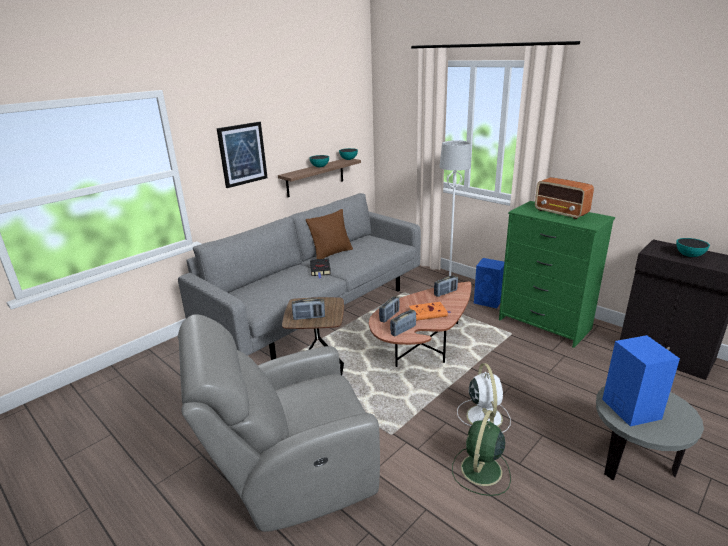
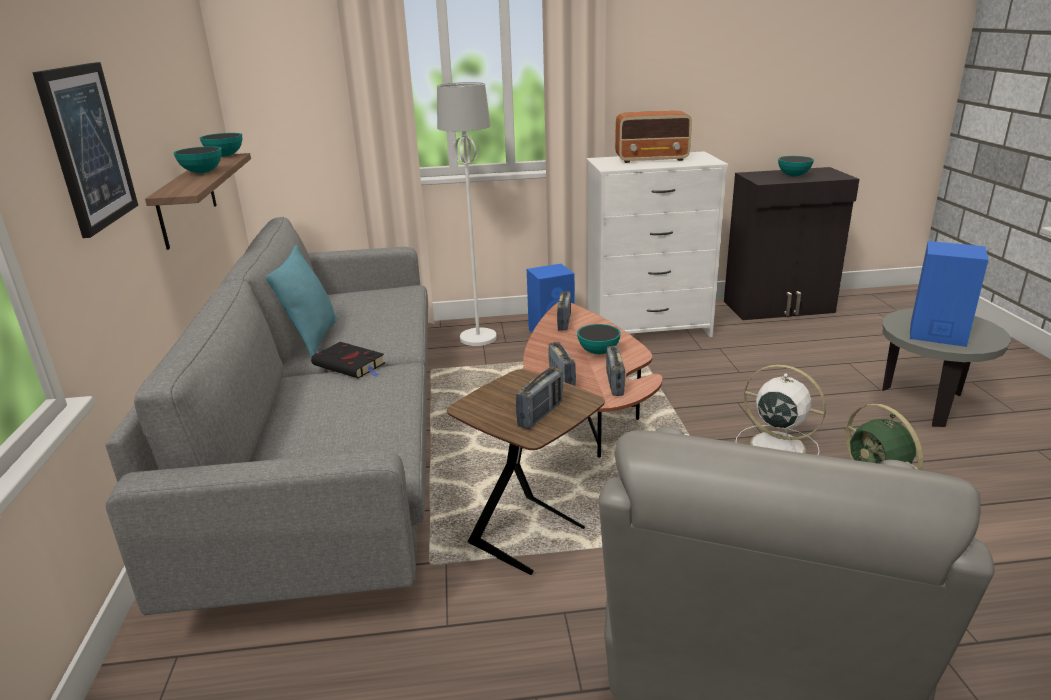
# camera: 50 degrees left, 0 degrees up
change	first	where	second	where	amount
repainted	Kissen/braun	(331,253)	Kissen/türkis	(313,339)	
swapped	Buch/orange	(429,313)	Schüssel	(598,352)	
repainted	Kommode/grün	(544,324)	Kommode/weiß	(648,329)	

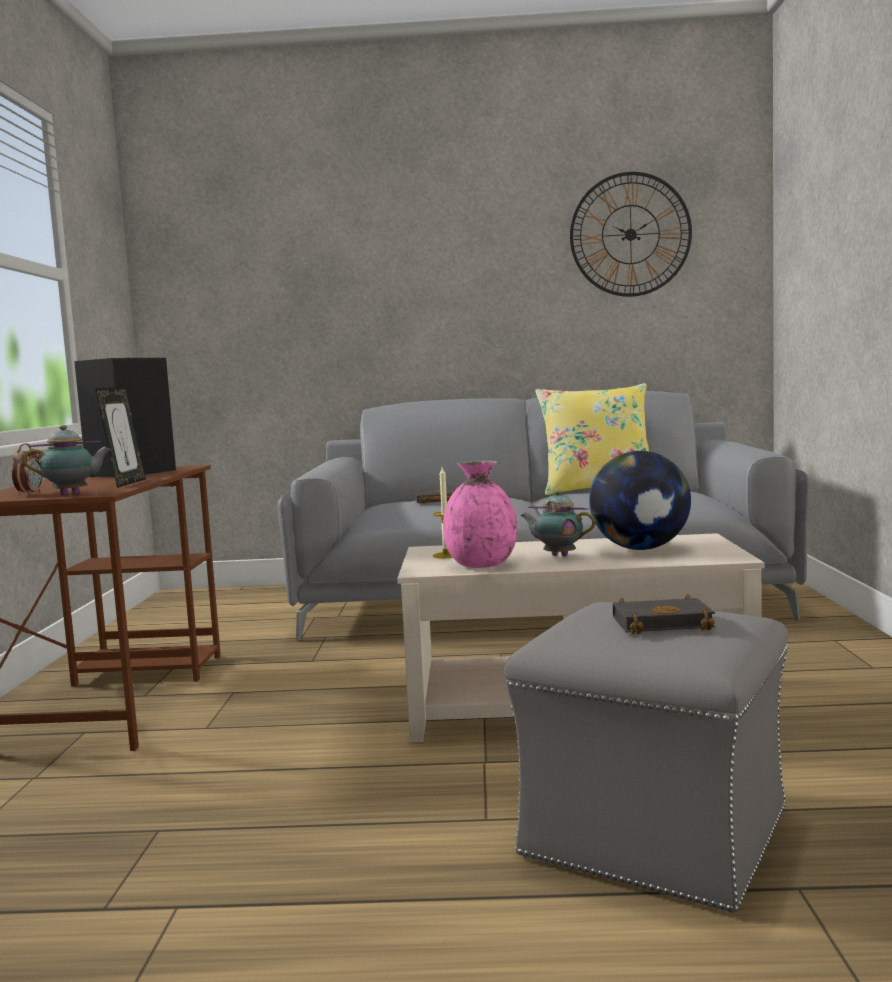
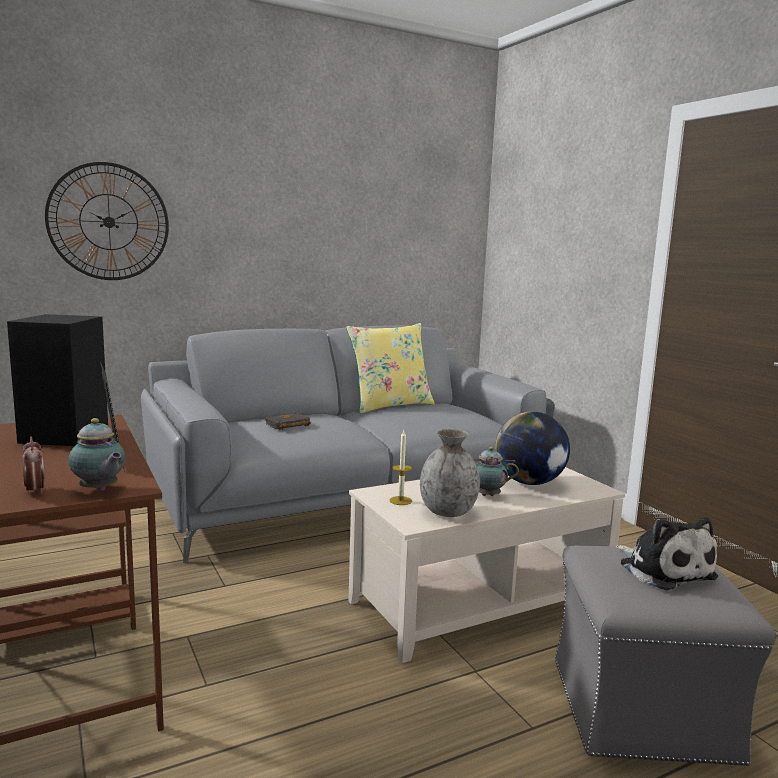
# camera: 30 degrees left, 5 degrees up
change	first	where	second	where	amount
rotated	Teekanne	(73,494)		(99,490)	90 degrees clockwise
repainted	Vase/rosa	(482,565)	Vase/grau	(448,512)	
shifted	Wanduhr	(630,234)		(109,222)	
swapped	Buch/schwarz	(663,622)	Plüschtier	(663,569)	

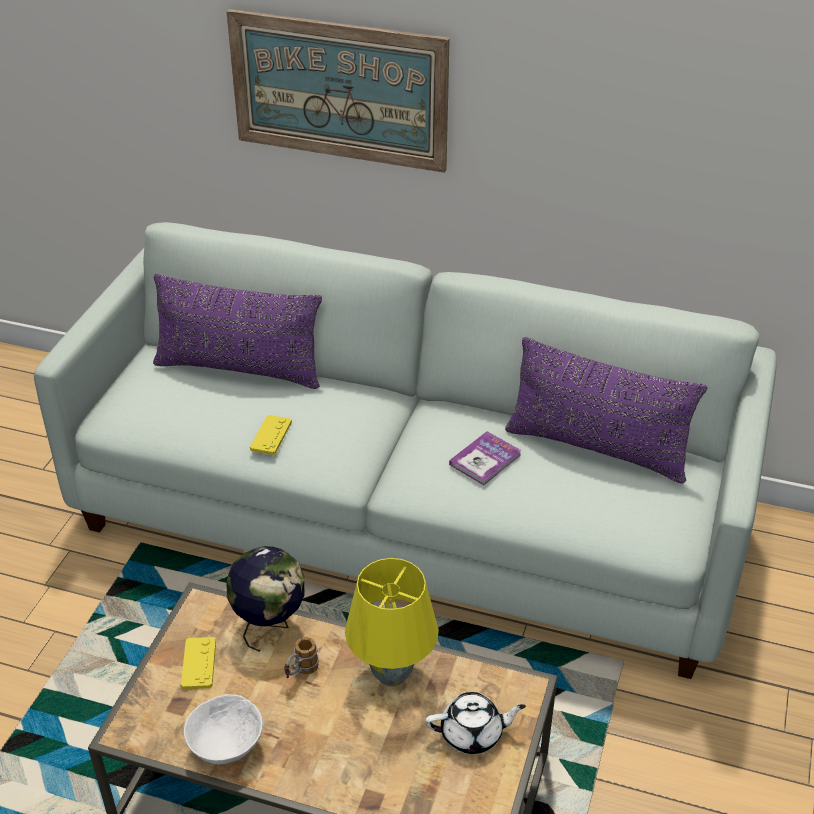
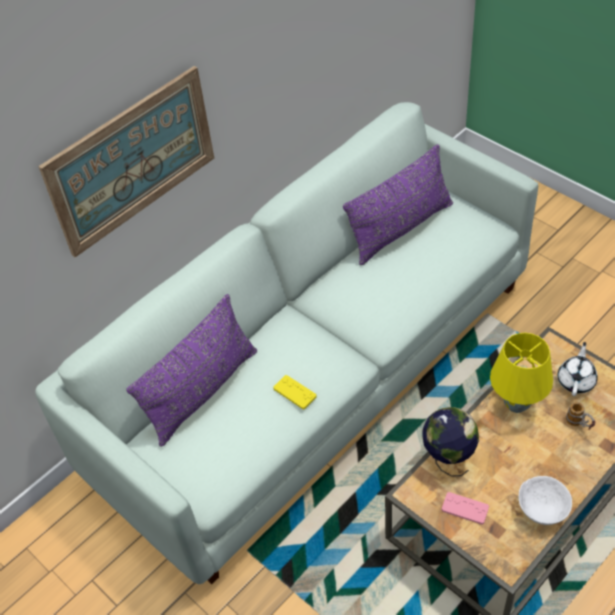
# camera: 60 degrees left, 10 degrees up
change	first	where	second	where	amount
repainted	Gamepad/gelb	(199,664)	Gamepad/rosa	(465,508)	
shifted	Henkelbecher	(300,673)		(579,425)	
gone	Buch	(485,459)			

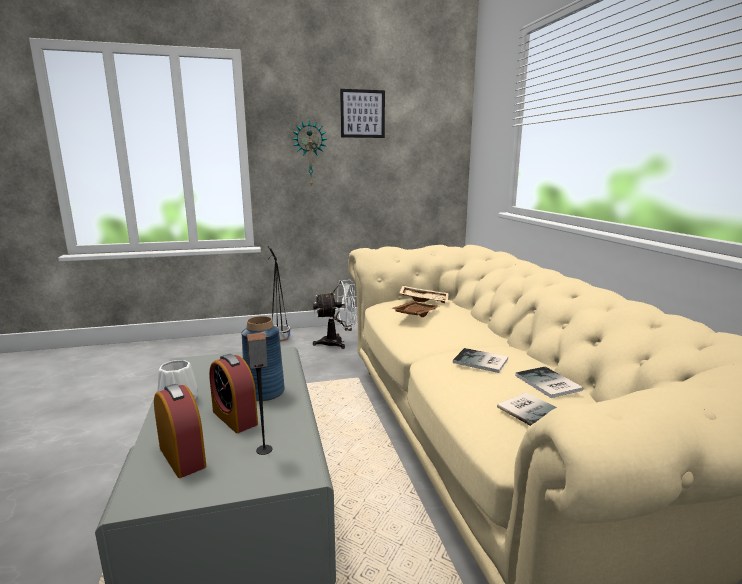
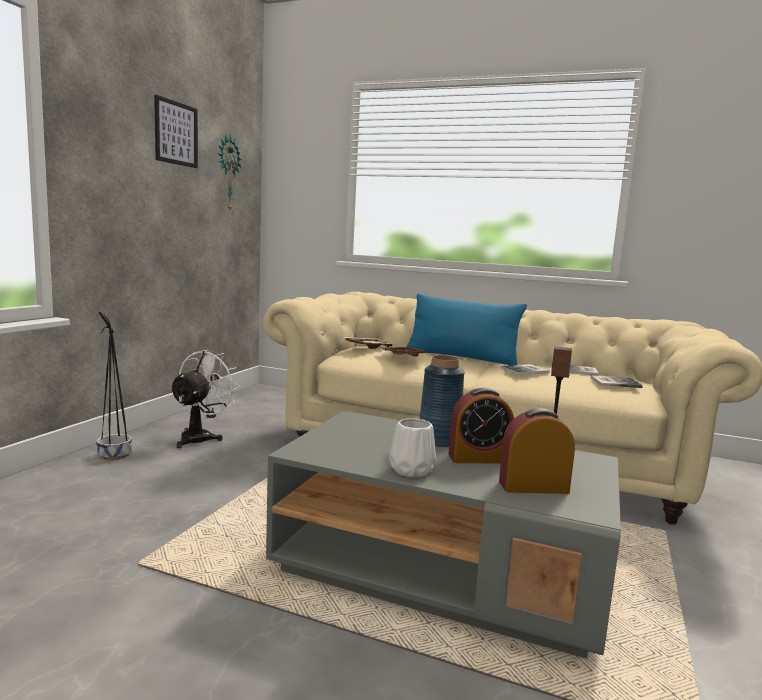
# camera: 55 degrees left, 5 degrees down
change	first	where	second	where	amount
shifted	Wanduhr	(310,154)		(227,173)	
new			Kissen/blau	(461,357)	

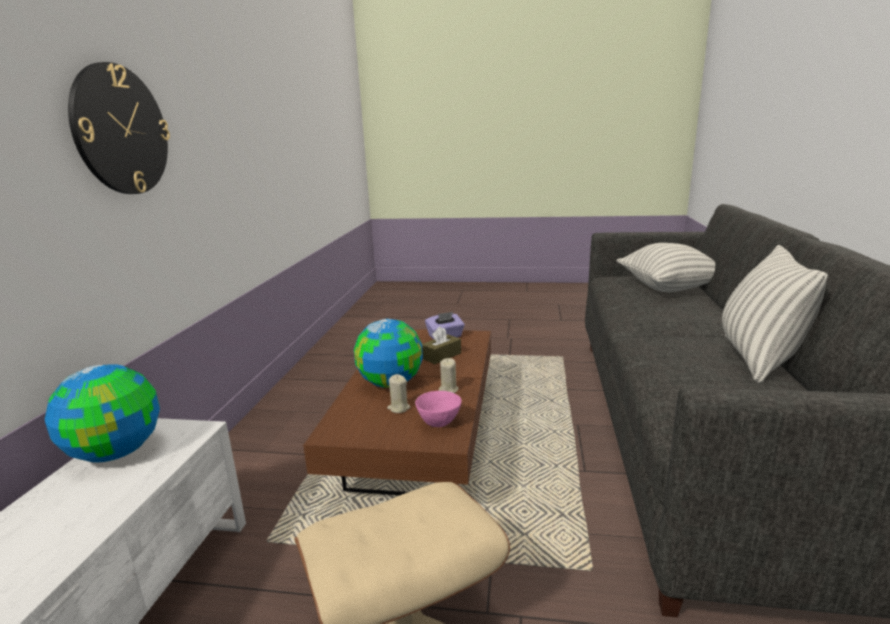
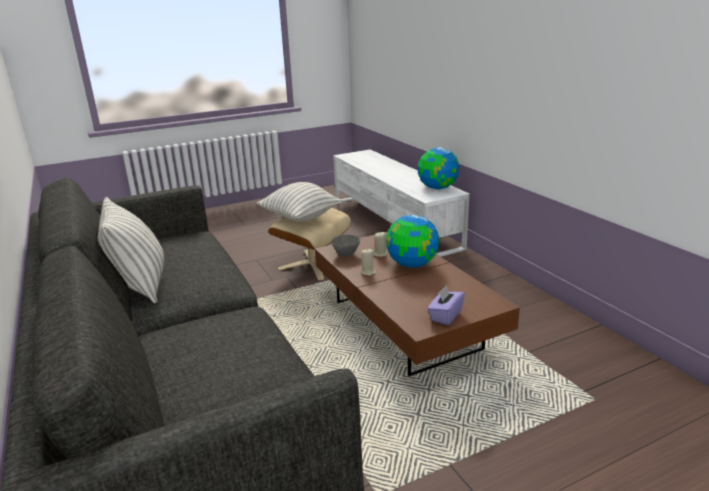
# camera: 145 degrees right, 5 degrees up
change	first	where	second	where	amount
gone	Wanduhr	(120,130)			
repainted	Schüssel/rosa	(439,423)	Schüssel/grau	(346,255)	
gone	Taschentuchbox/braun	(441,356)			
shifted	Kissen	(668,288)		(300,218)	

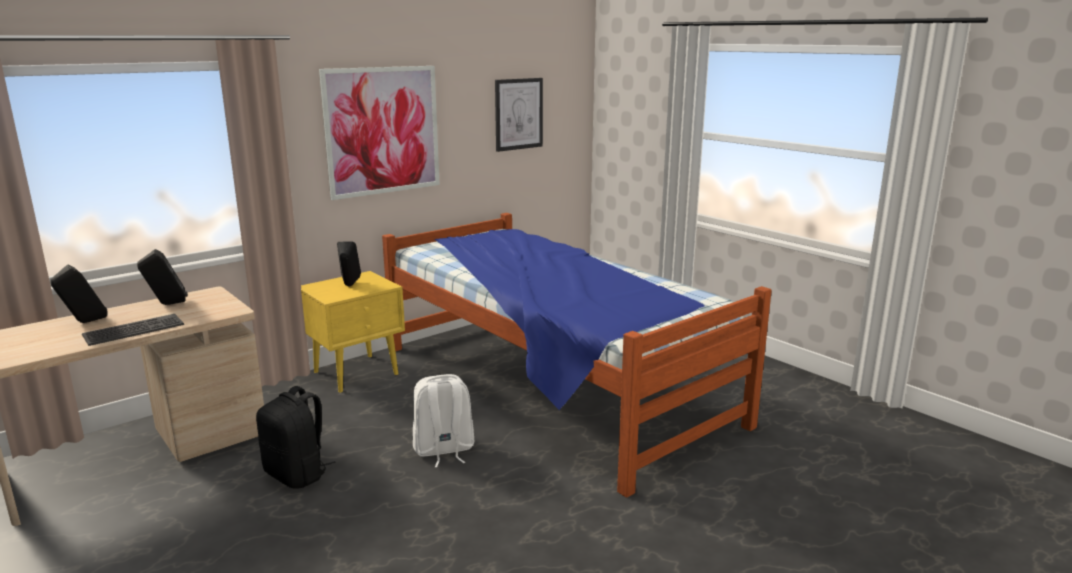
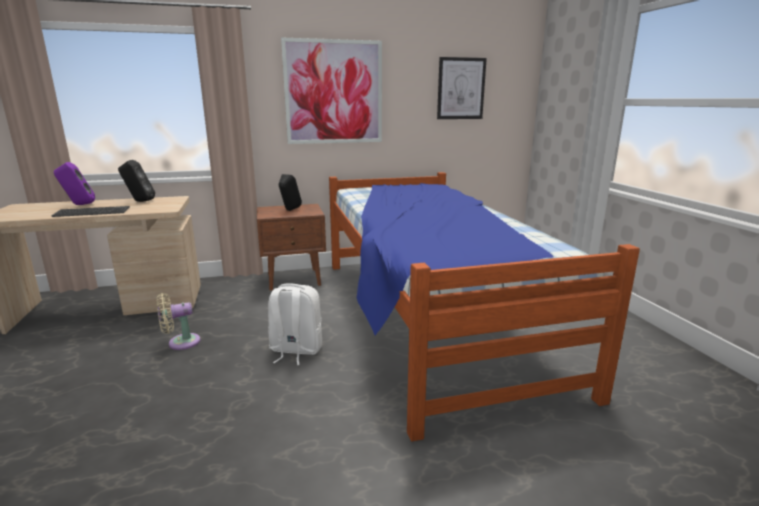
# camera: 25 degrees right, 0 degrees up
change	first	where	second	where	amount
repainted	Lautsprecher/schwarz	(84,322)	Lautsprecher/lila	(78,205)	
swapped	Rucksack/schwarz	(297,474)	Ventilator/beige	(180,343)	
repainted	Nachttisch/gelb	(357,372)	Nachttisch/braun	(295,279)	

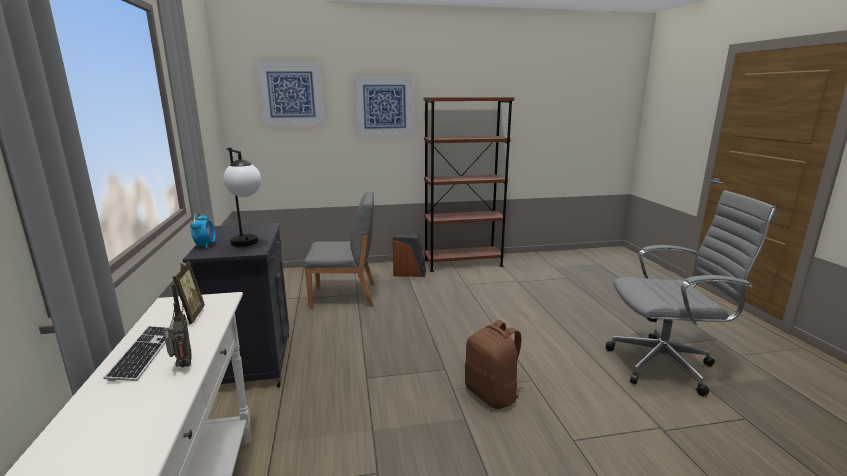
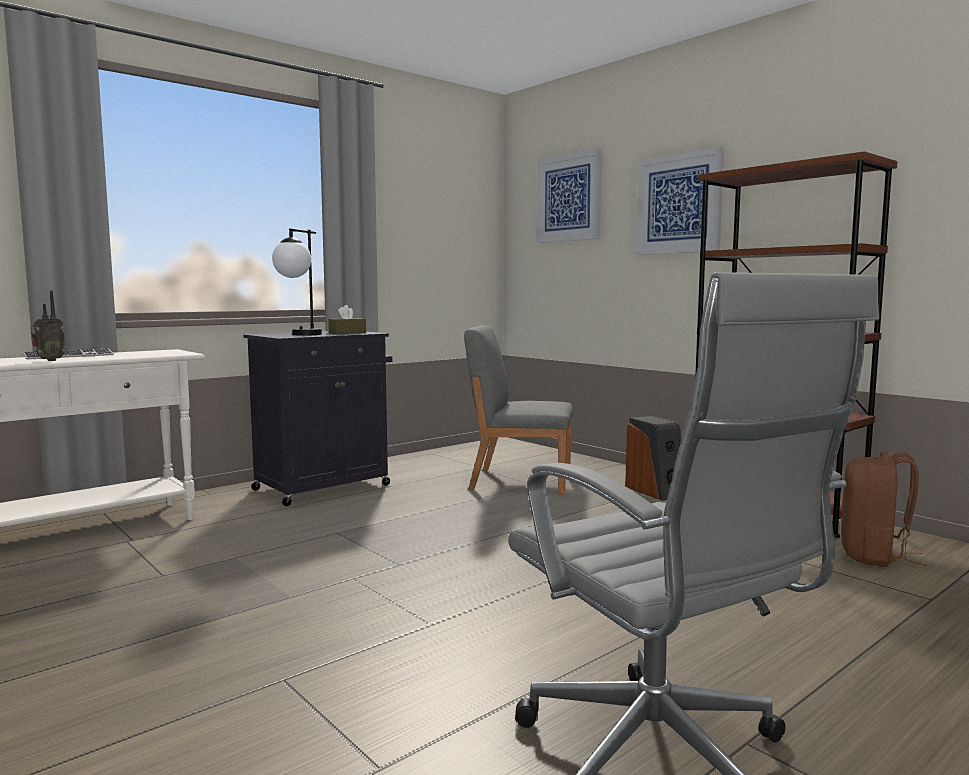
# camera: 60 degrees right, 10 degrees down
change	first	where	second	where	amount
gone	Bilderrahmen	(188,317)			
gone	Wecker	(205,245)			
rotated	Stuhl/grau	(344,295)		(519,481)	135 degrees clockwise
shifted	Rucksack/braun	(492,394)		(874,556)	
new			Taschentuchbox/braun	(347,333)	

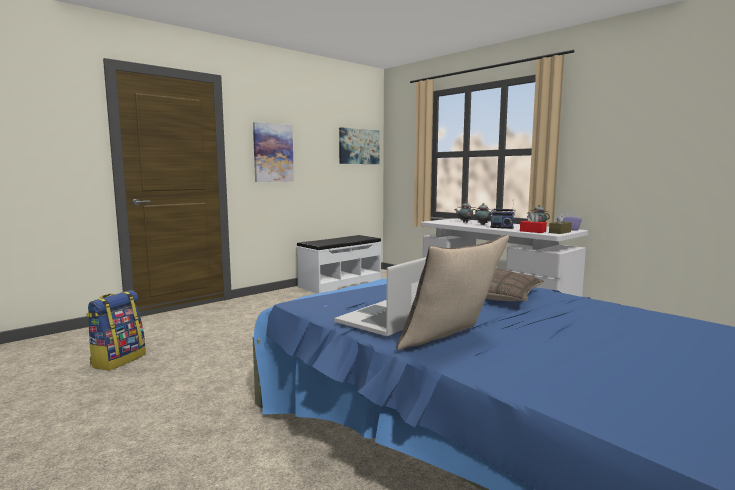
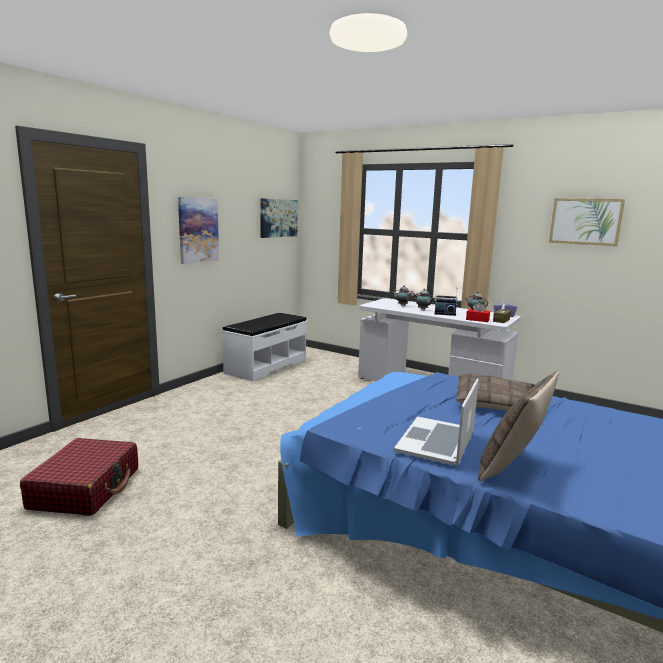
# camera: 15 degrees left, 5 degrees up
change	first	where	second	where	amount
swapped	Rucksack	(118,360)	Koffer/rot	(86,488)	
new			Bild	(585,221)	

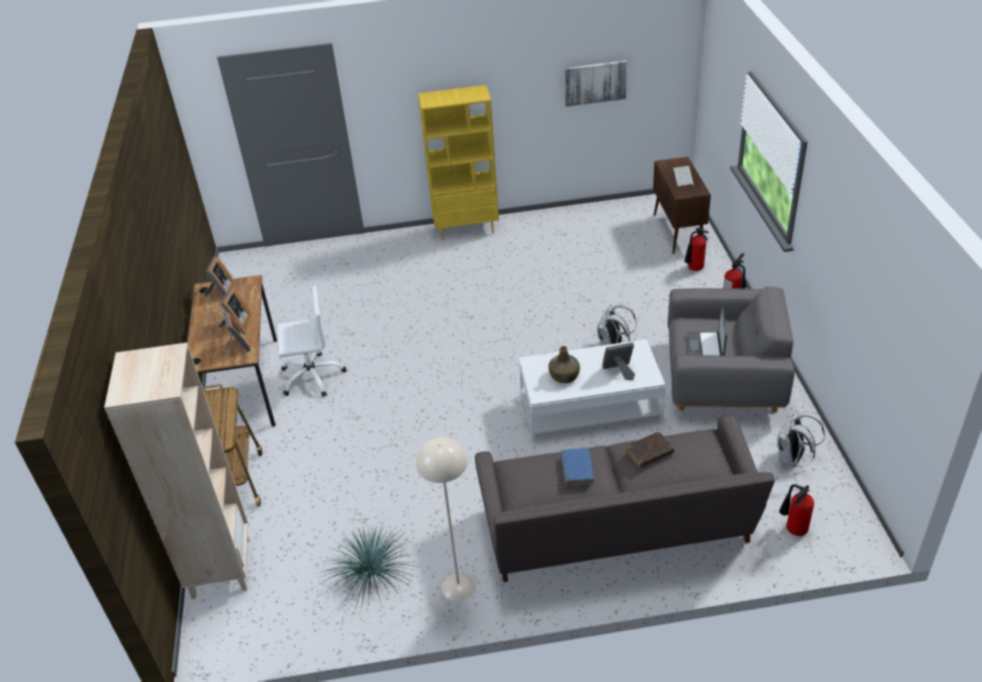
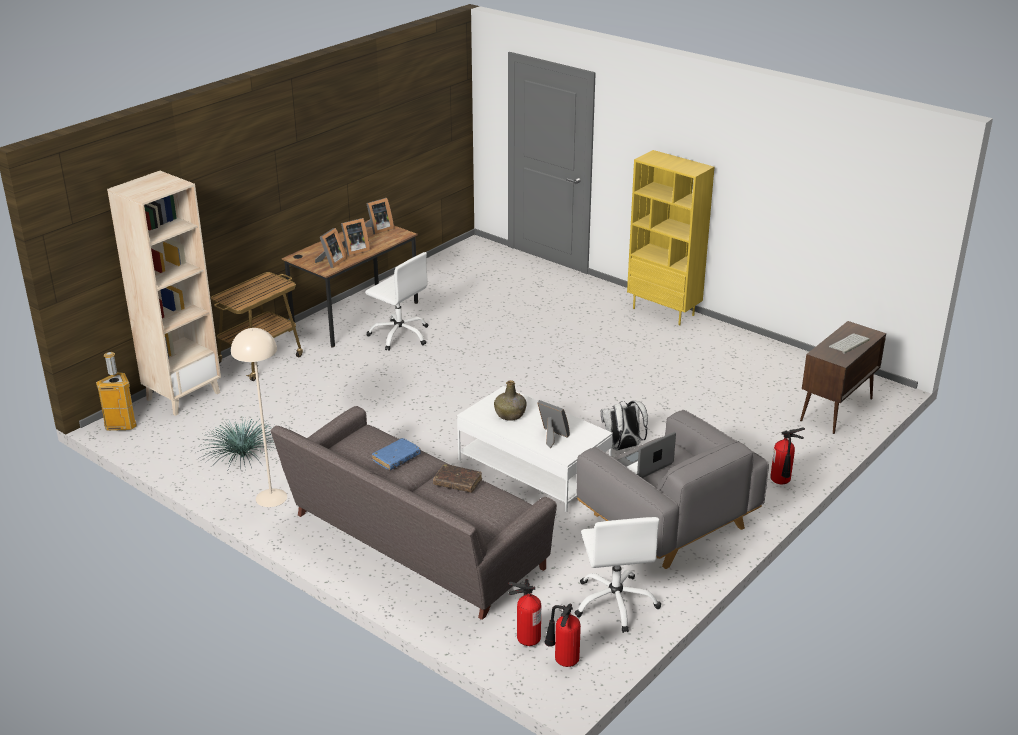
# camera: 45 degrees right, 10 degrees down
change	first	where	second	where	amount
gone	Bild	(595,82)			
shifted	Feuerlöscher	(694,269)		(562,661)	
swapped	Rucksack/weiß	(792,459)	Bürostuhl/weiß	(615,603)	
new			Mülleimer	(121,425)	

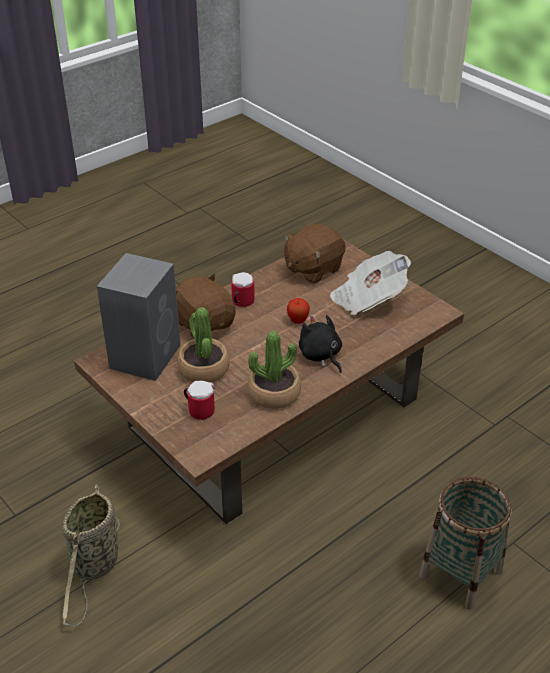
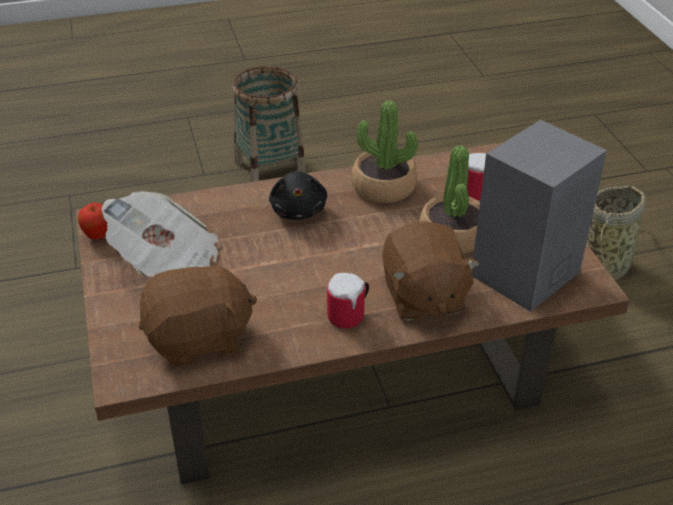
# camera: 155 degrees left, 0 degrees up
change	first	where	second	where	amount
shifted	Apfel	(298,321)		(98,236)	

